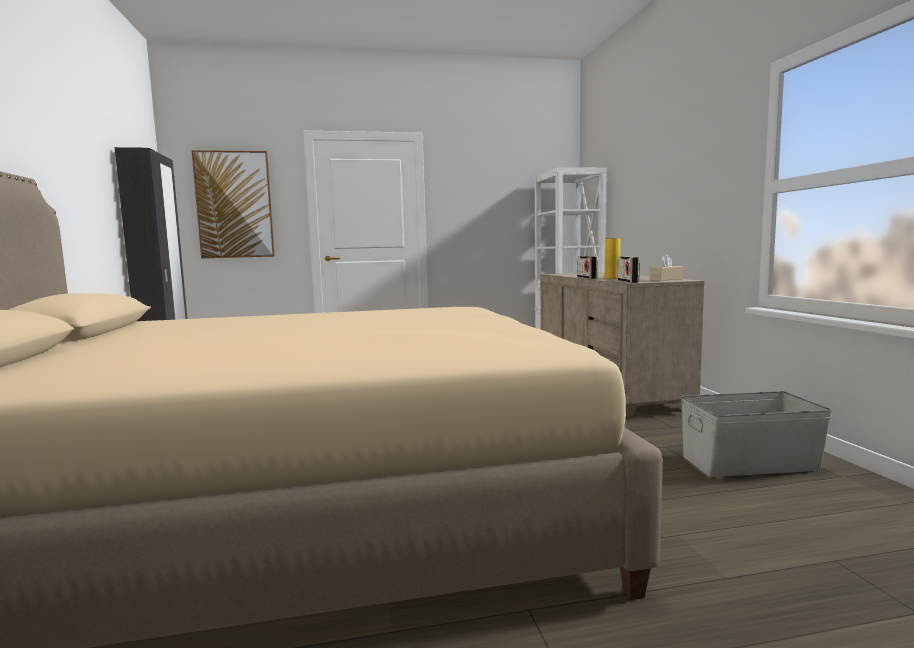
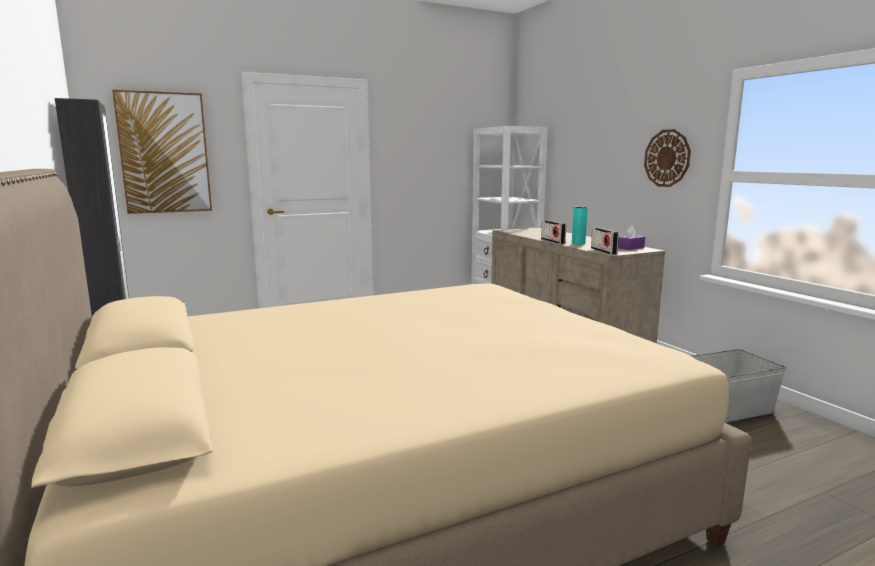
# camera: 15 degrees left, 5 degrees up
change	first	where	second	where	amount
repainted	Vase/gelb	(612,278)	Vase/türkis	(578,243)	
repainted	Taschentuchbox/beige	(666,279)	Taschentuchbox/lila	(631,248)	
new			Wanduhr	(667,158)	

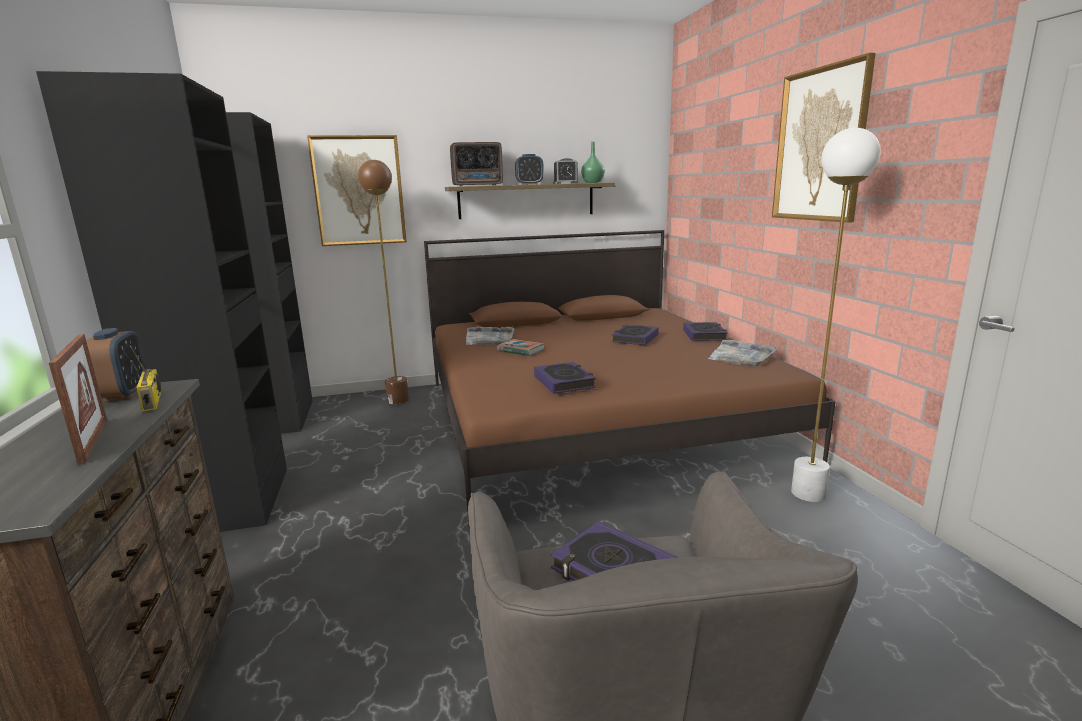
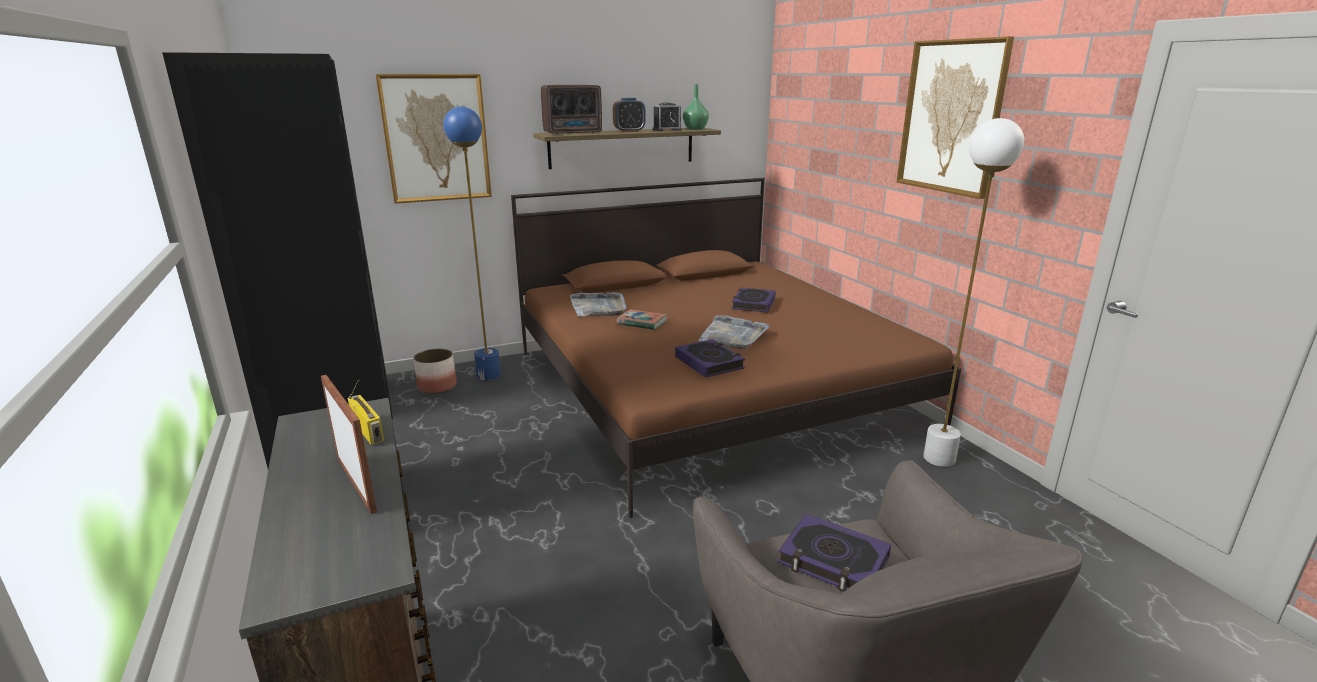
# camera: 10 degrees left, 5 degrees up
change	first	where	second	where	amount
gone	Wecker	(123,394)			
repainted	Stehlampe/braun	(398,400)	Stehlampe/blau	(488,375)	
gone	Buch	(704,335)			
shifted	Tablett/grau	(741,356)		(733,335)	
new			Pflanzkübel	(437,386)	

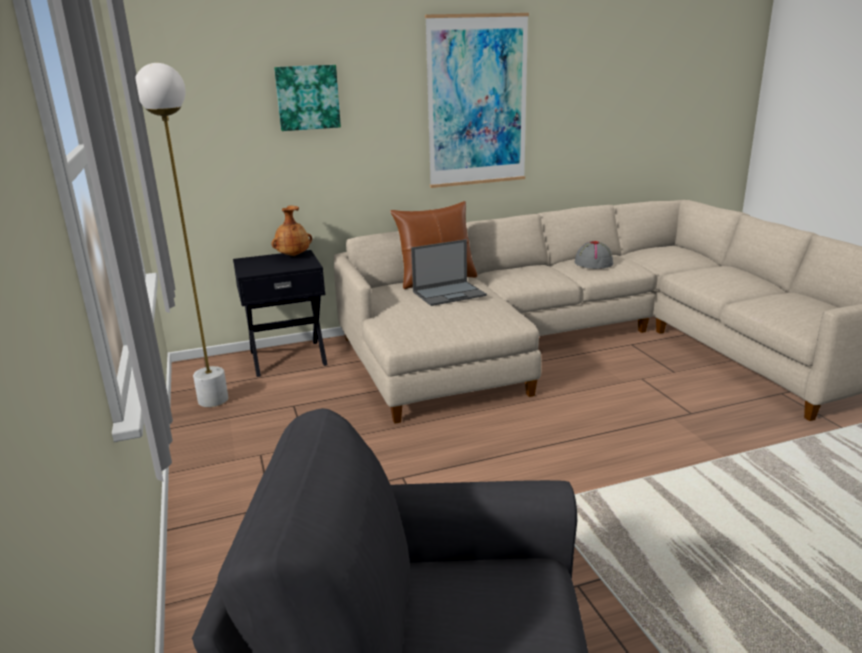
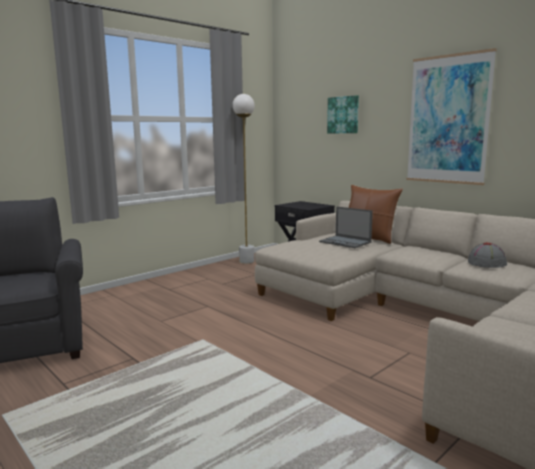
# camera: 65 degrees right, 10 degrees down
change	first	where	second	where	amount
gone	Vase/braun	(293,255)			

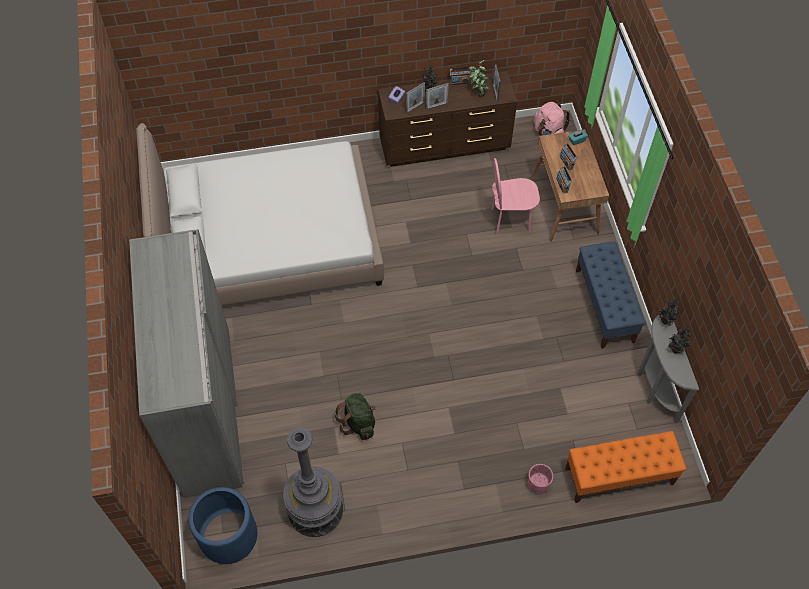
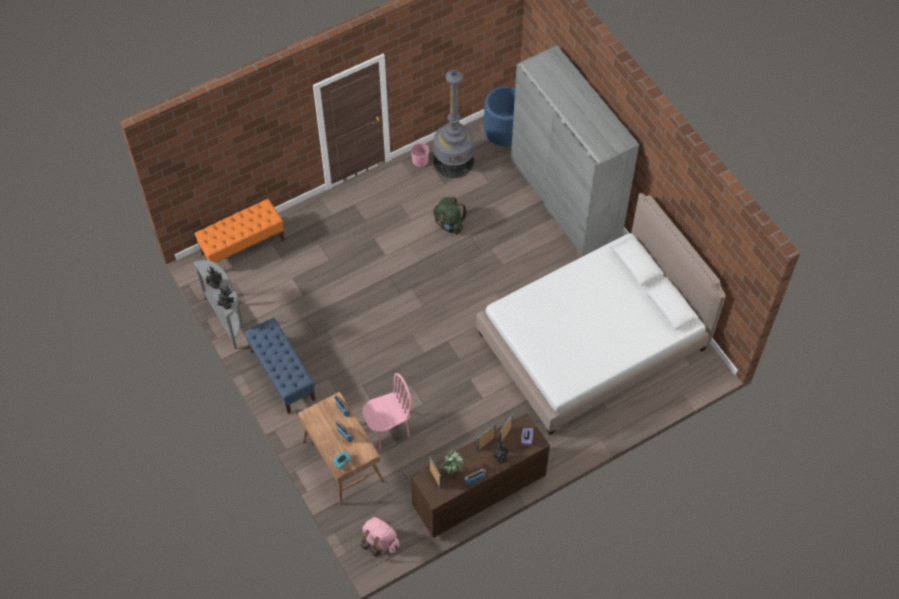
# camera: 160 degrees right, 0 degrees up
change	first	where	second	where	amount
shifted	Pflanzkübel/rosa	(538,484)		(420,161)	

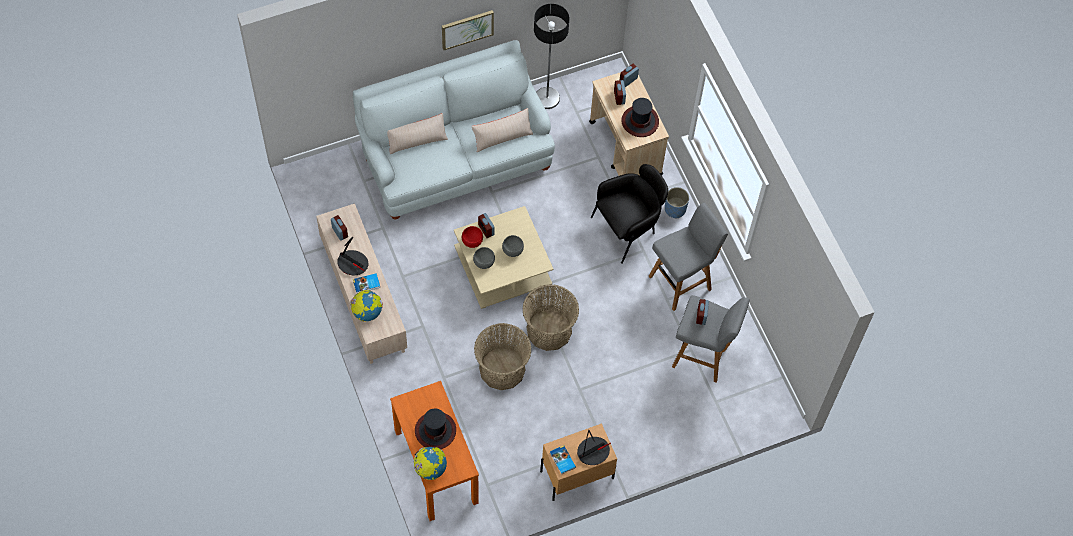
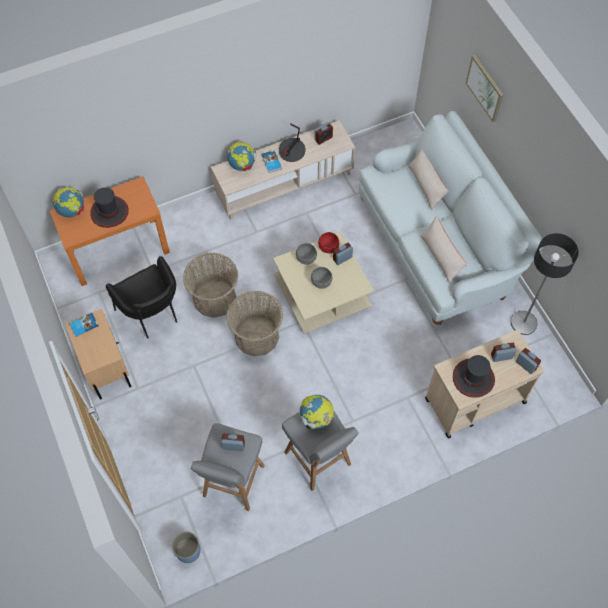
# camera: 90 degrees right, 0 degrees up
change	first	where	second	where	amount
shifted	Bild	(467,29)		(485,88)	
gone	Tischlampe	(593,451)			
shifted	Sessel/schwarz	(628,229)		(152,315)	
shifted	Pflanzkübel/blau	(675,209)		(188,551)	
new			Globus	(316,418)	

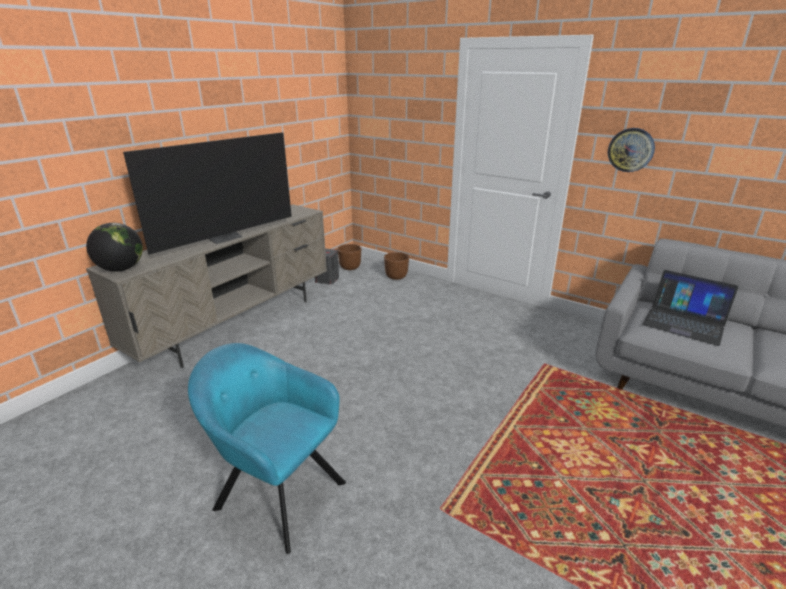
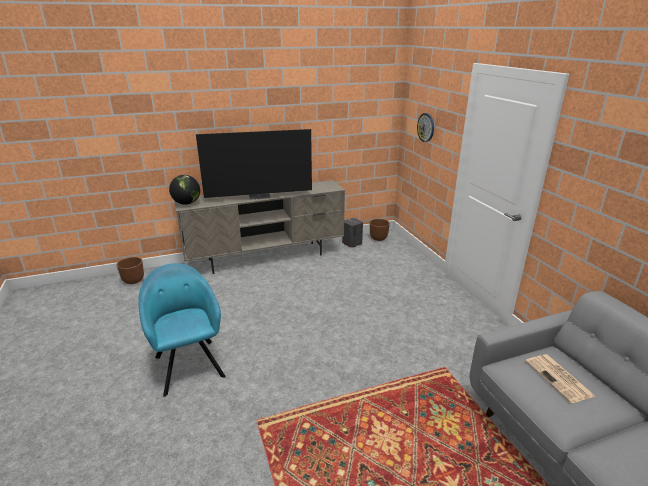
# camera: 35 degrees right, 0 degrees up
change	first	where	second	where	amount
shifted	Pflanzkübel/braun	(396,277)		(133,281)	
shifted	Wanduhr	(631,150)		(426,127)	
swapped	Laptop	(684,322)	Zeitung	(559,379)	

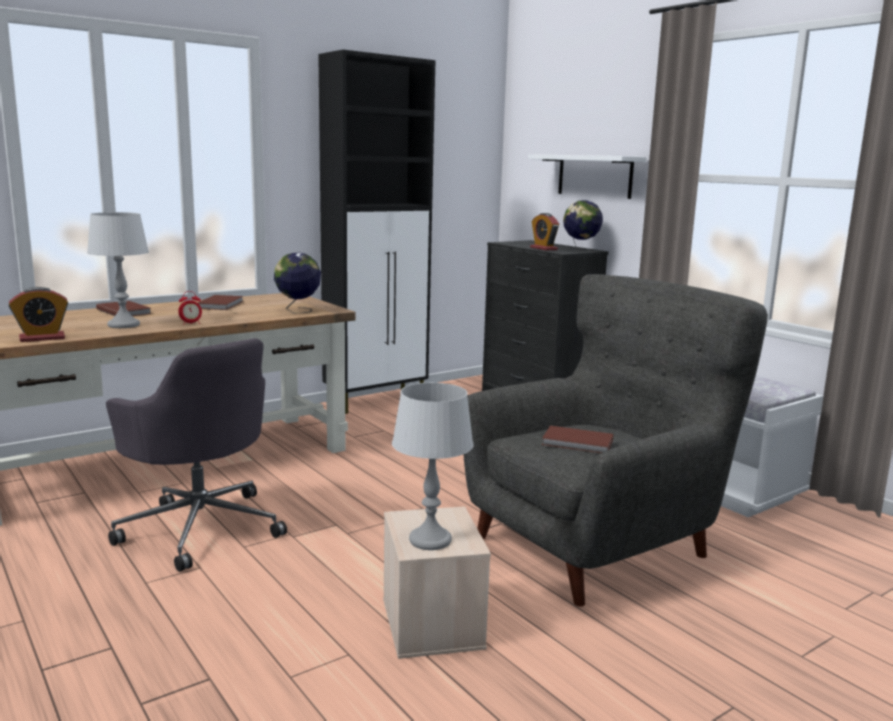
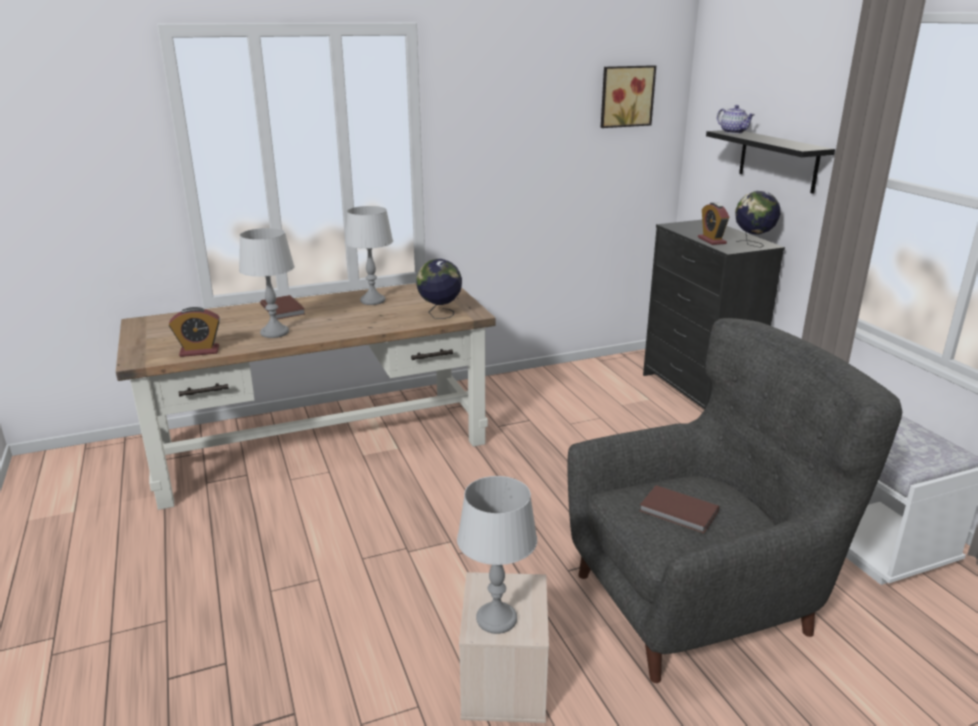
# camera: 15 degrees right, 10 degrees up
change	first	where	second	where	amount
gone	Bürostuhl/grau	(200,527)			
gone	Wecker	(191,323)			
swapped	Buch/braun	(221,305)	Tischlampe/grau	(373,300)	
gone	Schrank/schwarz	(377,401)			
repainted	Wandregal/weiß	(594,176)	Wandregal/schwarz	(778,160)	
new			Bild	(626,96)	
new			Teekanne	(734,132)	

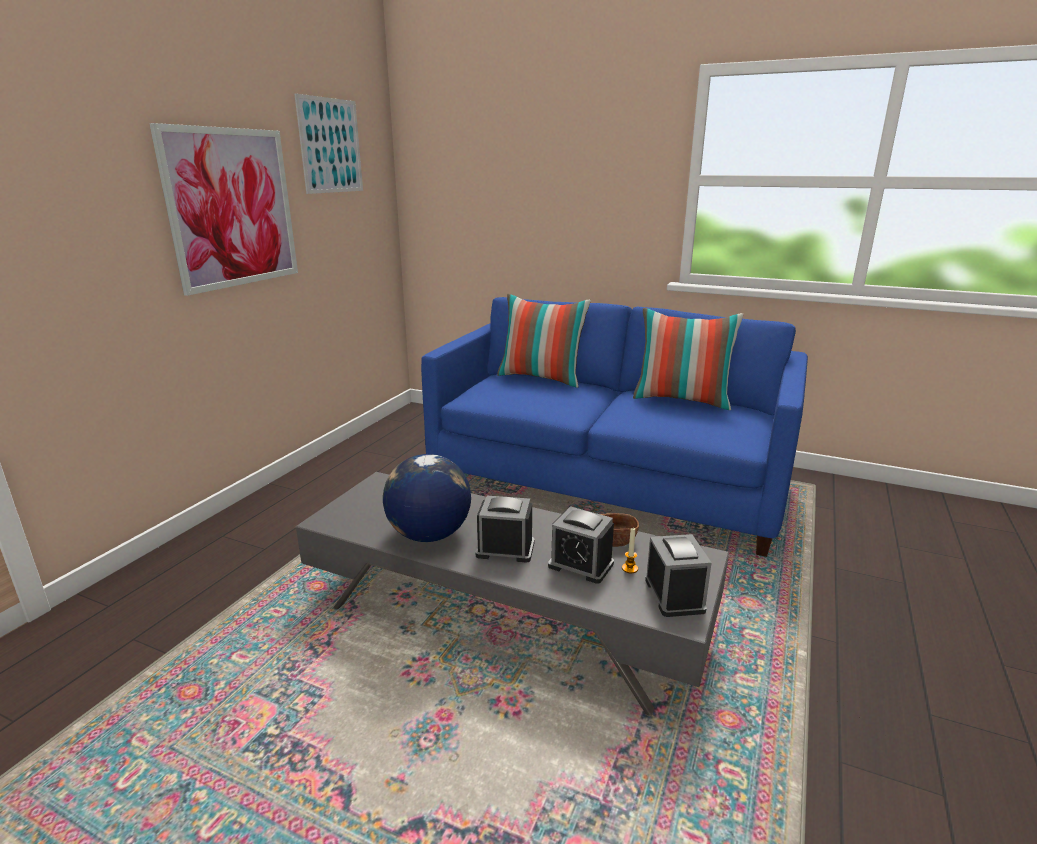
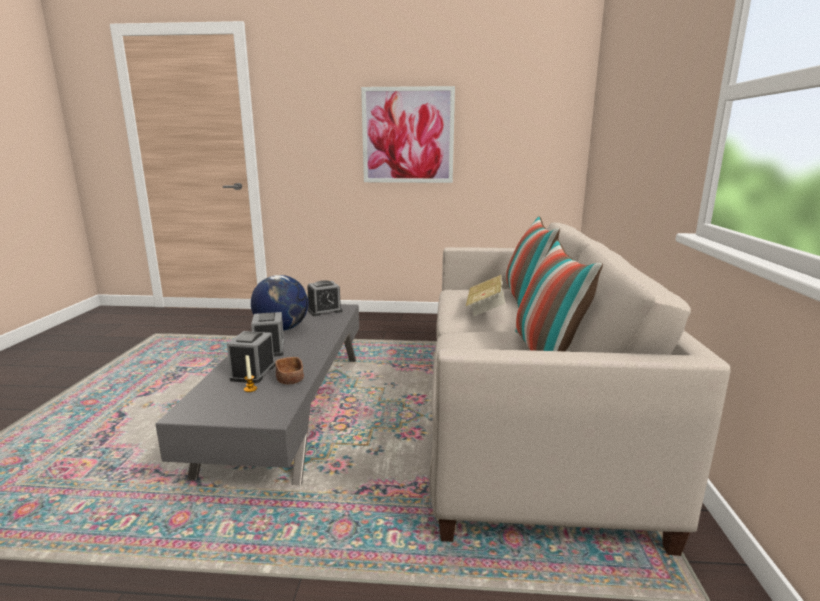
# camera: 70 degrees right, 5 degrees down
change	first	where	second	where	amount
gone	Bild	(330,146)			
repainted	Sofa/blau	(608,482)	Sofa/beige	(523,421)	
shifted	Wecker	(674,595)		(325,311)	
new			Buch	(485,308)	

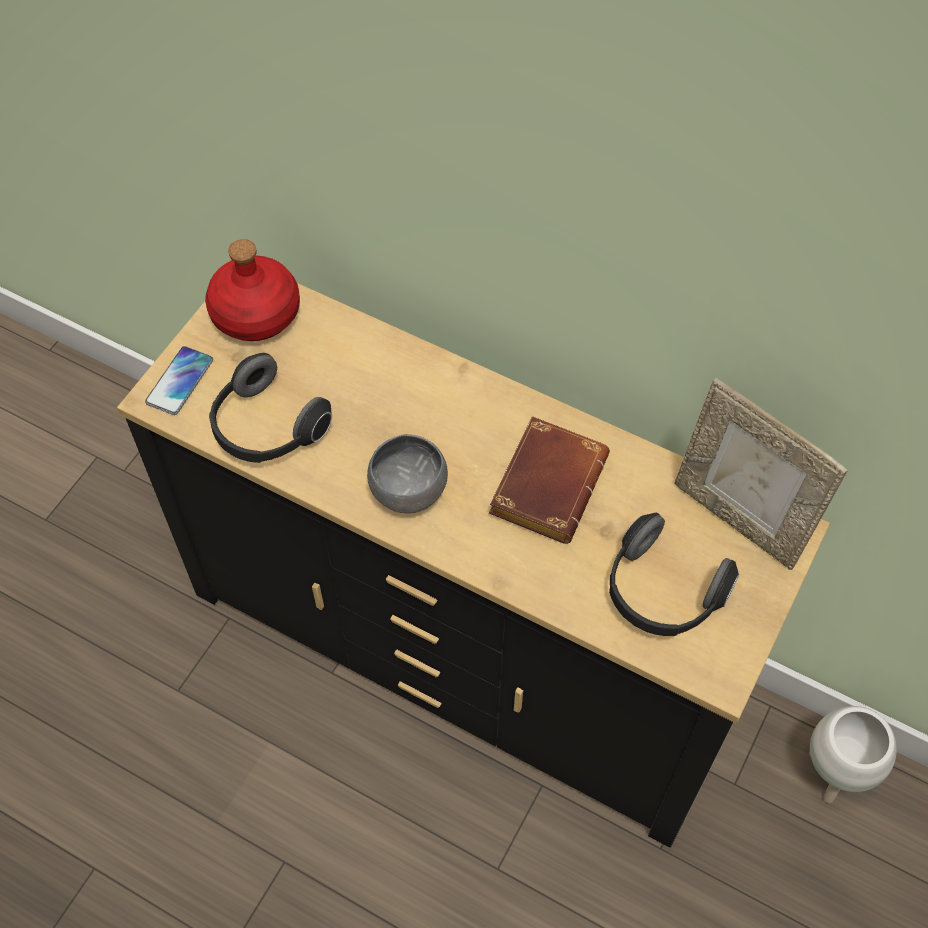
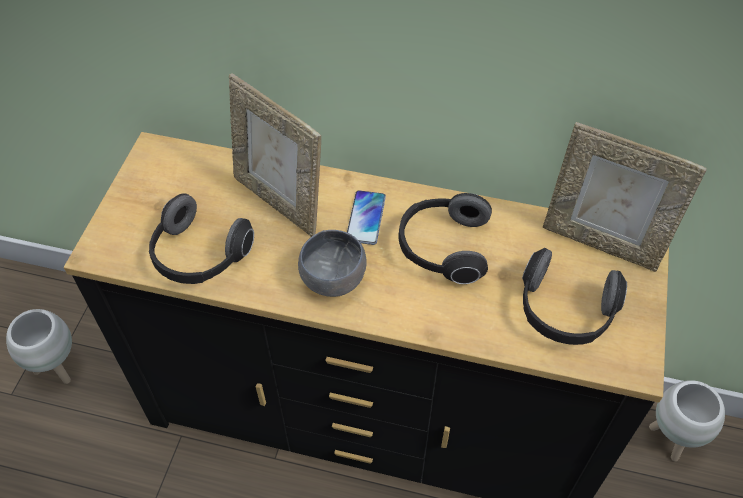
# camera: 15 degrees left, 5 degrees down
change	first	where	second	where	amount
shifted	Handy	(180,381)		(366,218)	
gone	Flasche/rot	(257,312)			
swapped	Buch/braun	(546,482)	Kopfhörer	(442,248)	
new			Pflanzkübel/weiß	(58,368)	
new			Bilderrahmen	(279,201)	

